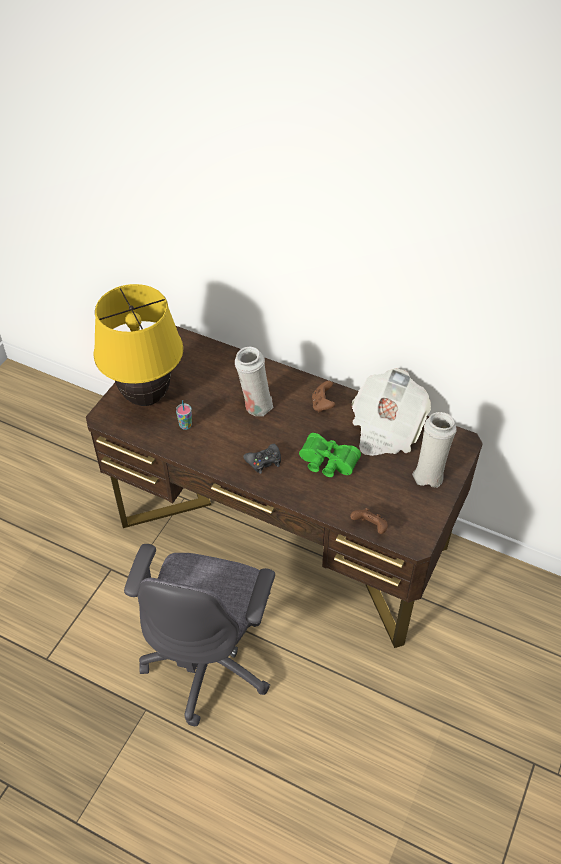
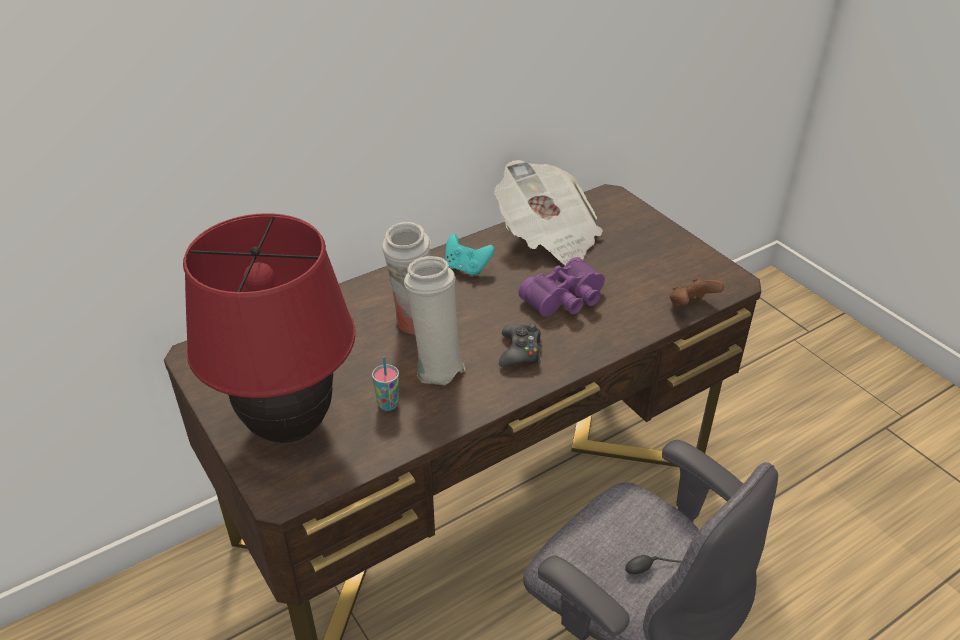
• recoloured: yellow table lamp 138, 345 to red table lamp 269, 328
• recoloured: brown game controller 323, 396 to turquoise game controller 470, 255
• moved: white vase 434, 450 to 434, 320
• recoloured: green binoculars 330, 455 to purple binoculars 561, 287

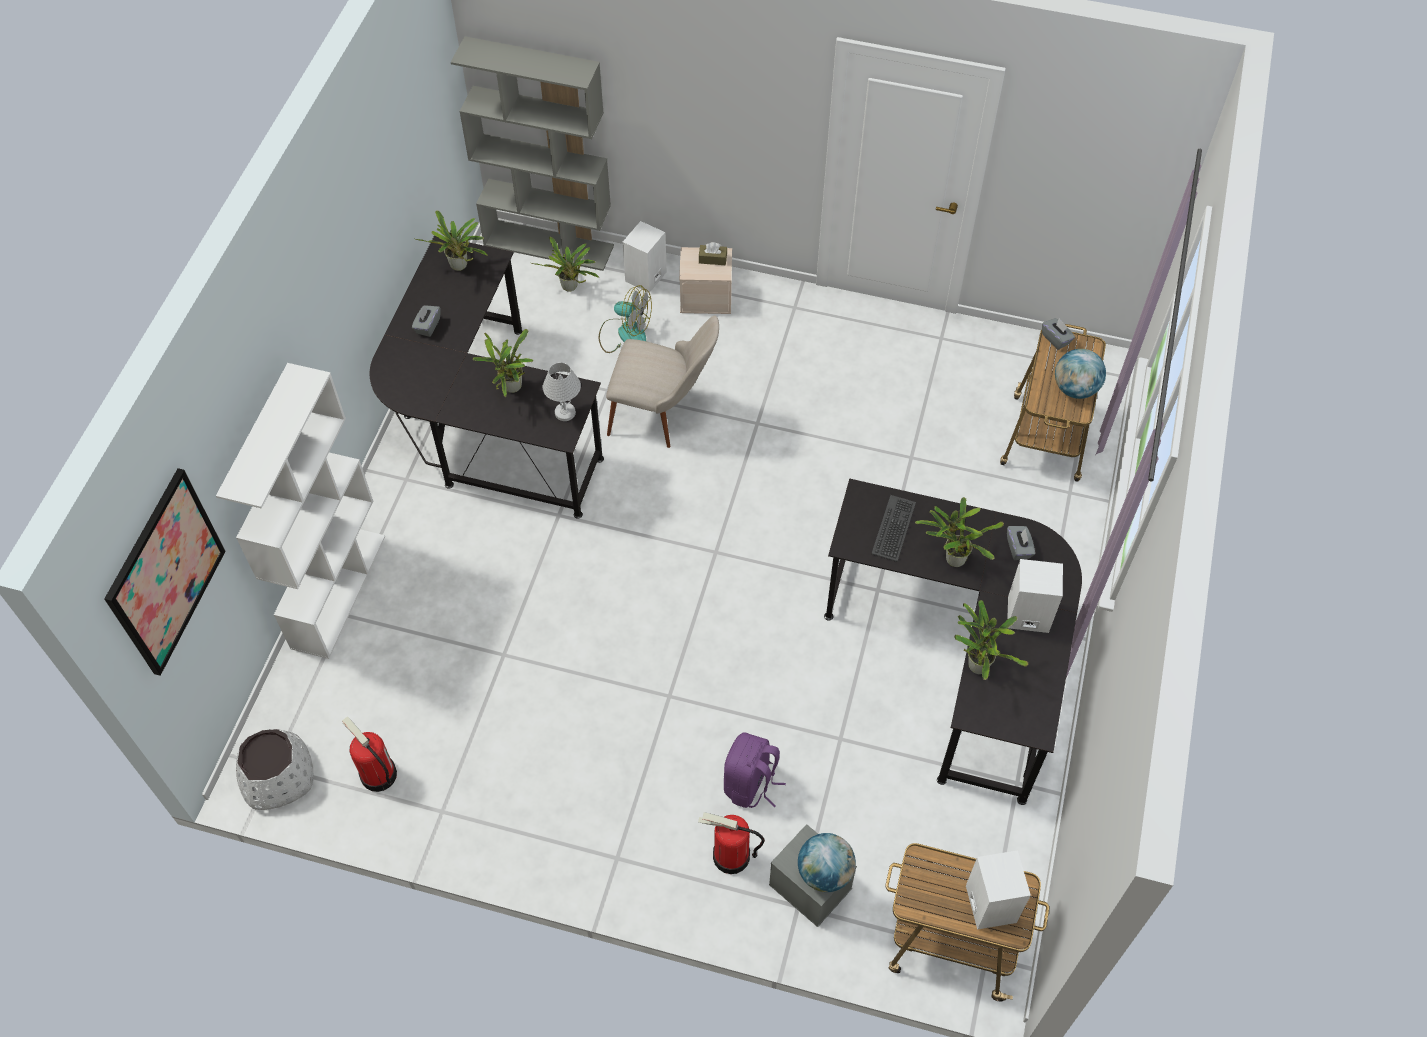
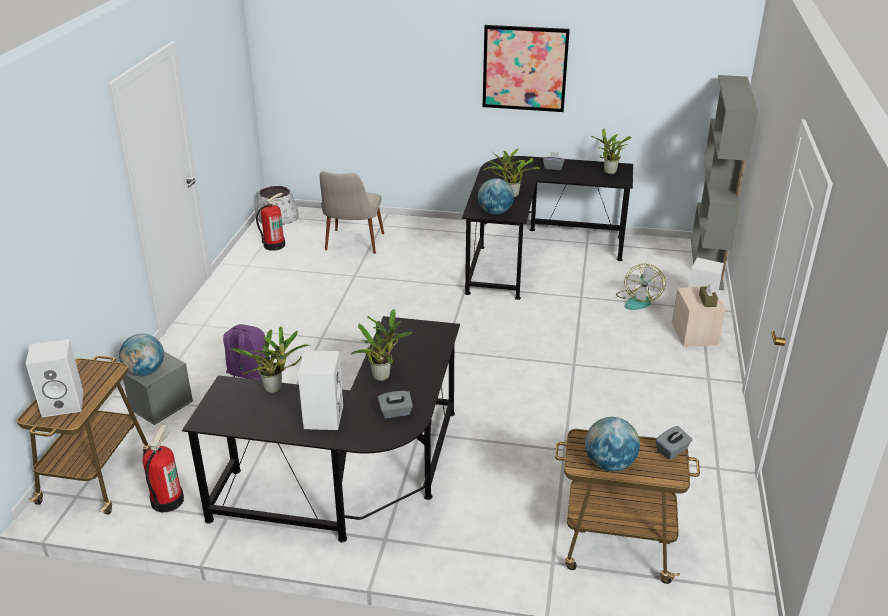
• removed: potted plant 565, 264
• moved: beige chair 662, 382 to 352, 212
• replaced: white table lamp 562, 391 to globe 496, 196
• removed: white bookcase 300, 511
• moved: picture 165, 572 to 526, 68
• removed: keyboard 893, 528
• moved: fire extinguisher 731, 843 to 163, 468

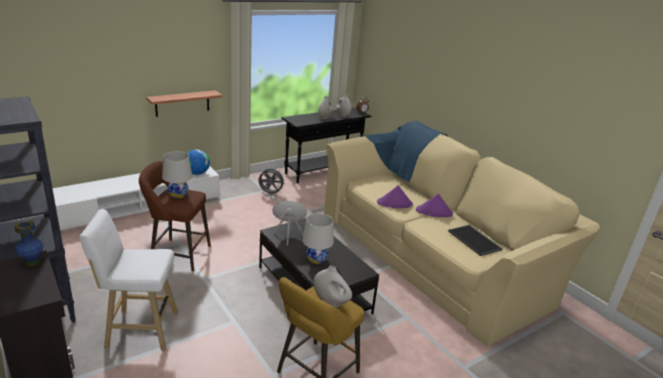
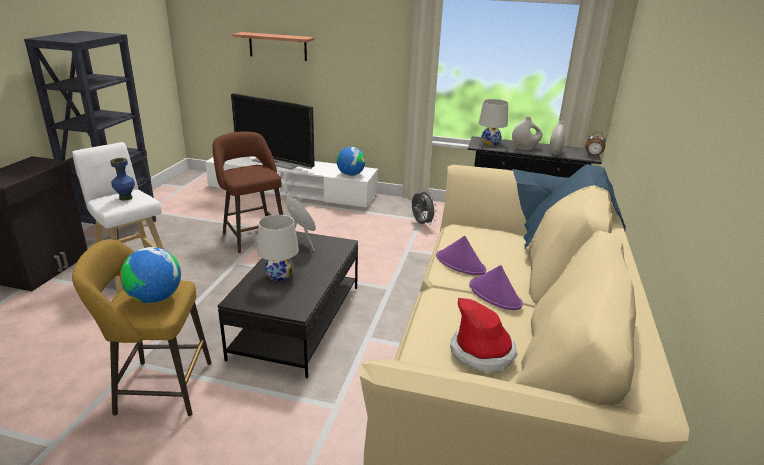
• moved: shelf 184, 103 to 273, 46
• moved: white table lamp 177, 174 to 493, 122
• moved: blue vase 28, 243 to 122, 179
• replaced: tray 475, 240 to hat 484, 335
• replaced: white vase 333, 286 to globe 150, 275
• added: television 273, 131

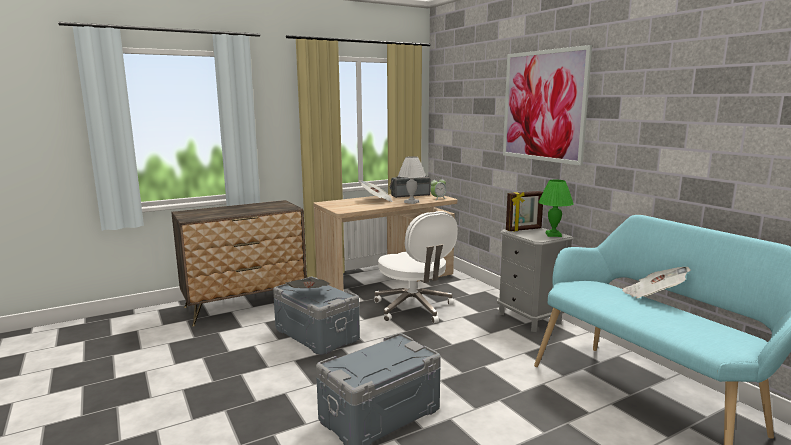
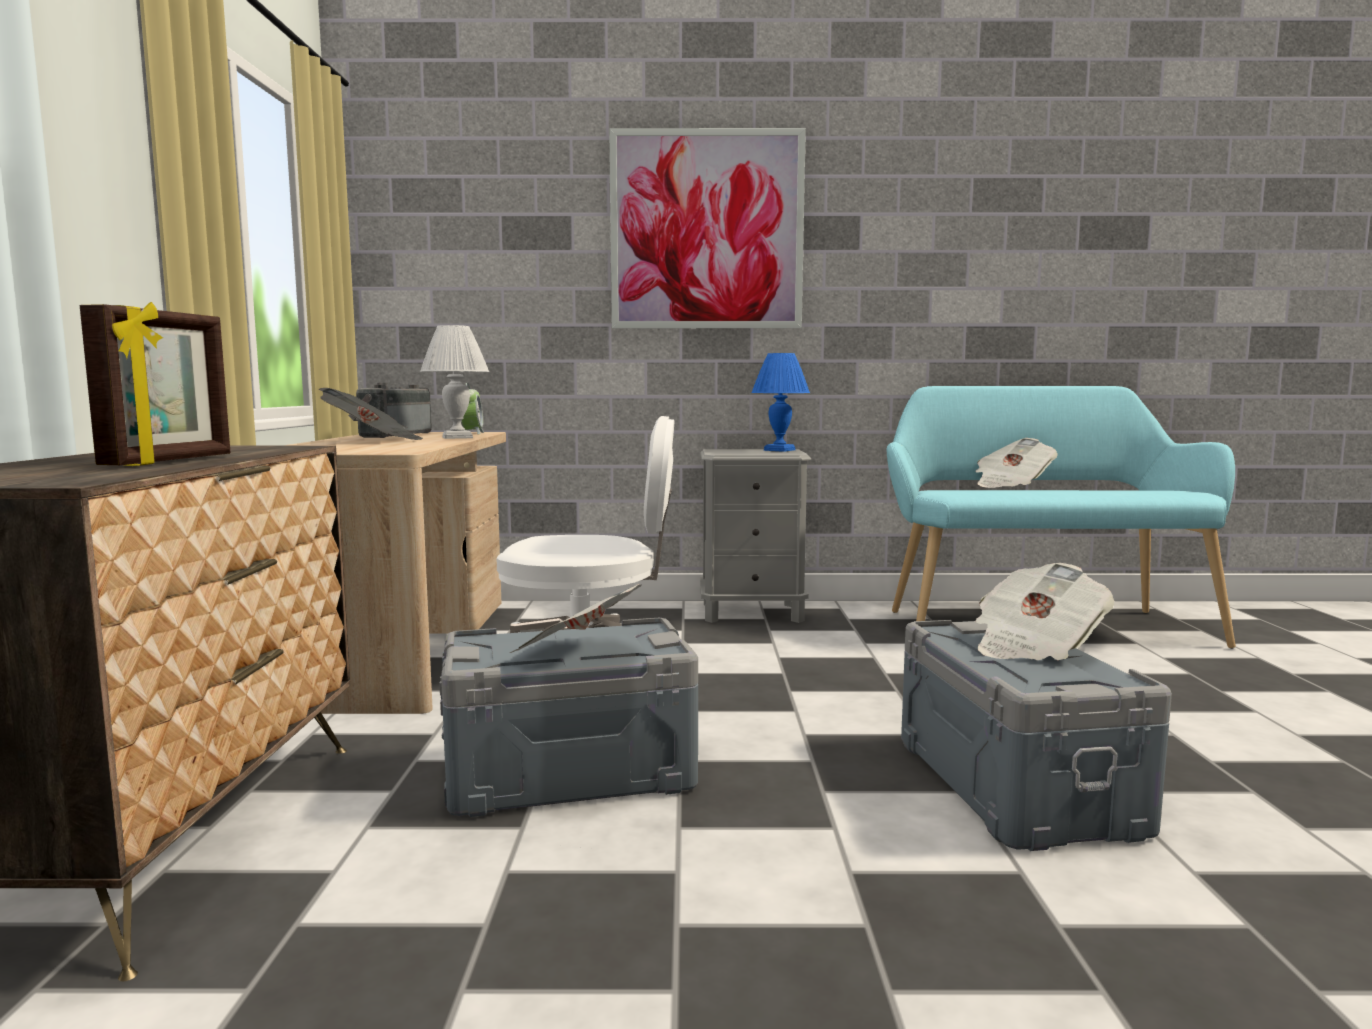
• recoloured: green table lamp 556, 208 to blue table lamp 780, 402
• moved: picture frame 524, 211 to 155, 384
• added: newspaper 1044, 611

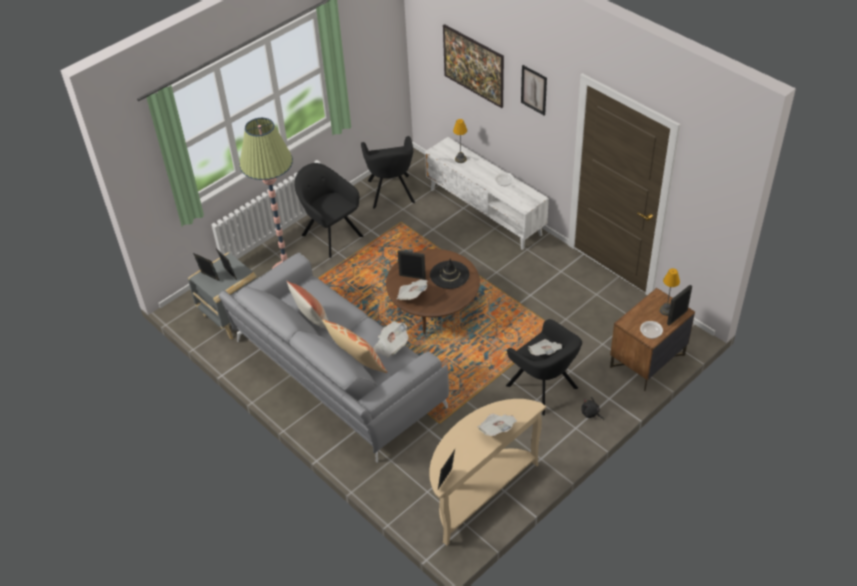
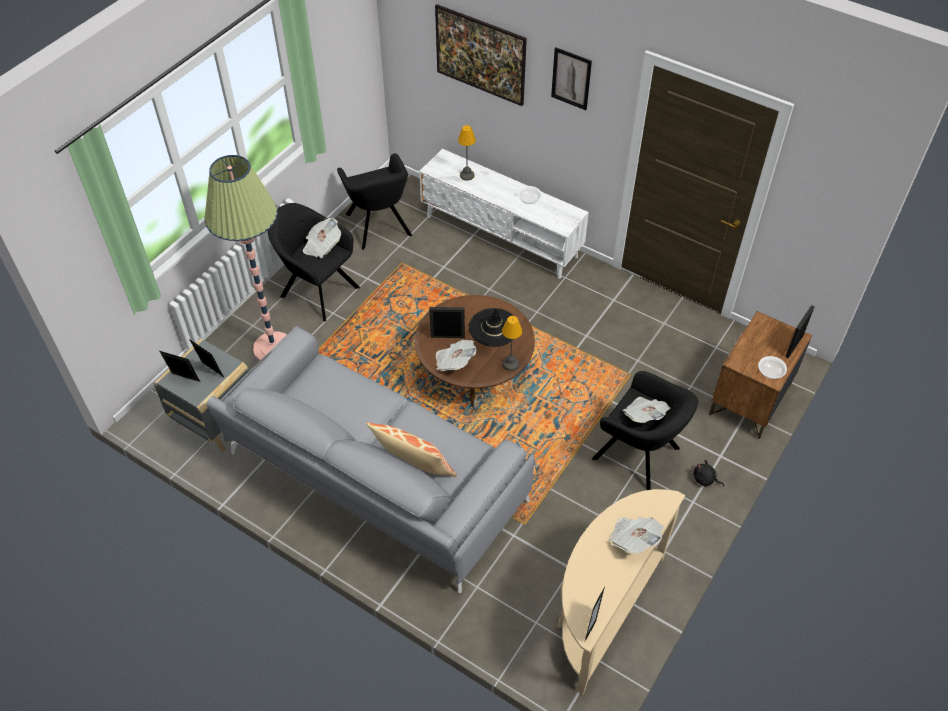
• moved: table lamp 669, 292 to 512, 343
• removed: pillow 307, 305
• moved: newspaper 390, 339 to 322, 238

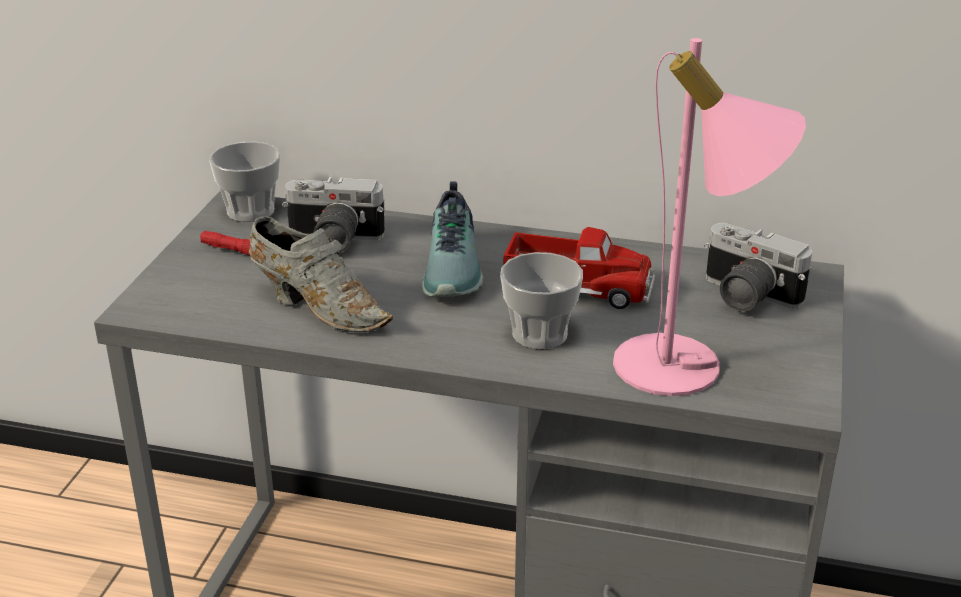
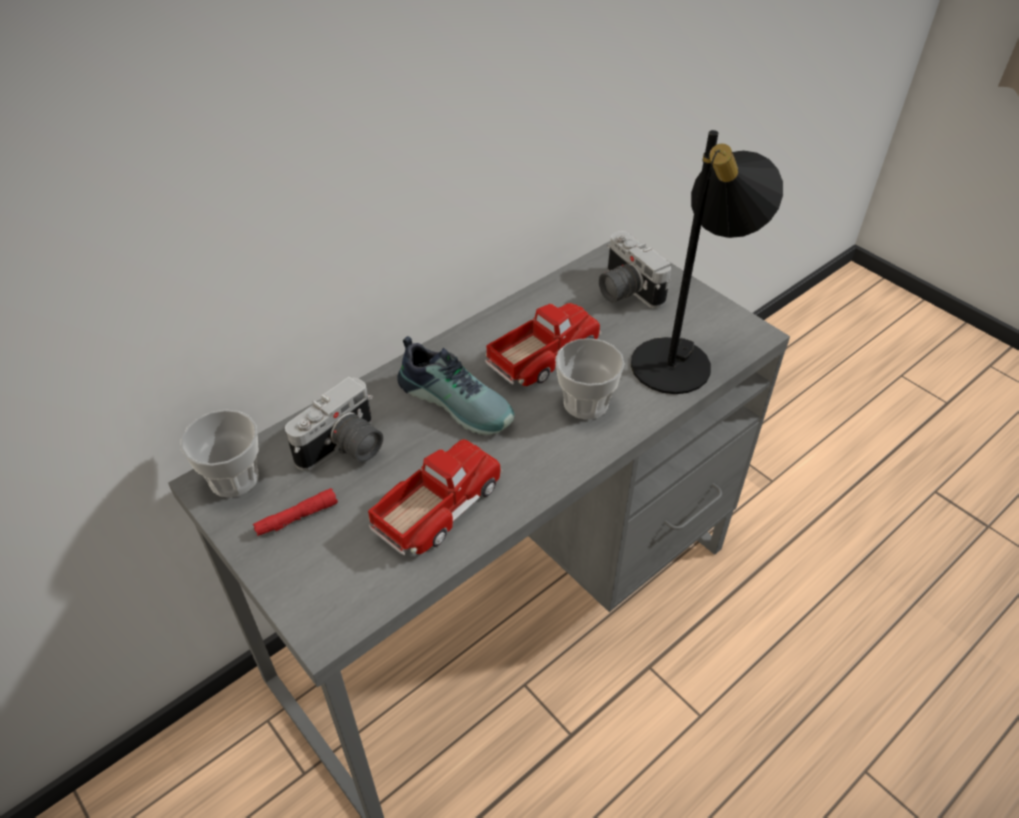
• recoloured: pink table lamp 709, 217 to black table lamp 707, 262
• replaced: grey shoe 321, 274 to toy truck 435, 497
• turned: photo camera 758, 267 = 635, 270 75 degrees clockwise

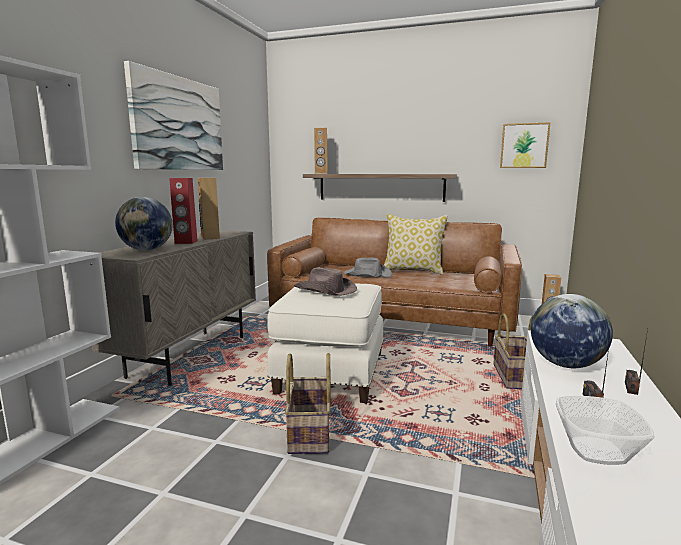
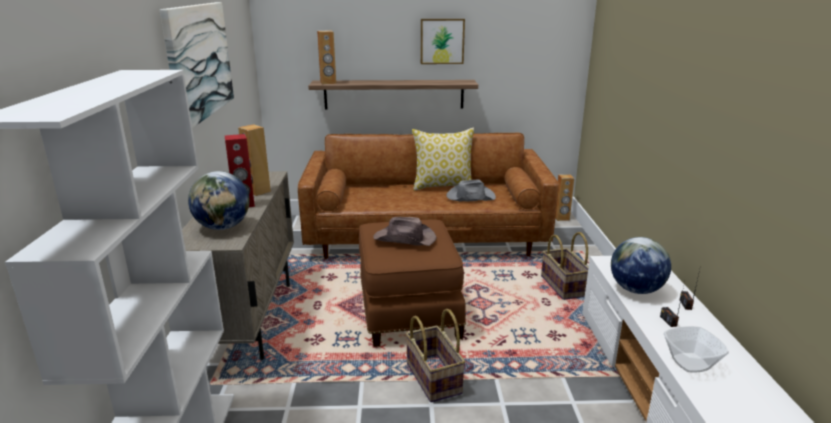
• moved: picture 525, 145 to 443, 41
• moved: grey hat 368, 268 to 471, 190
• recoloured: white ottoman 325, 343 to brown ottoman 412, 283

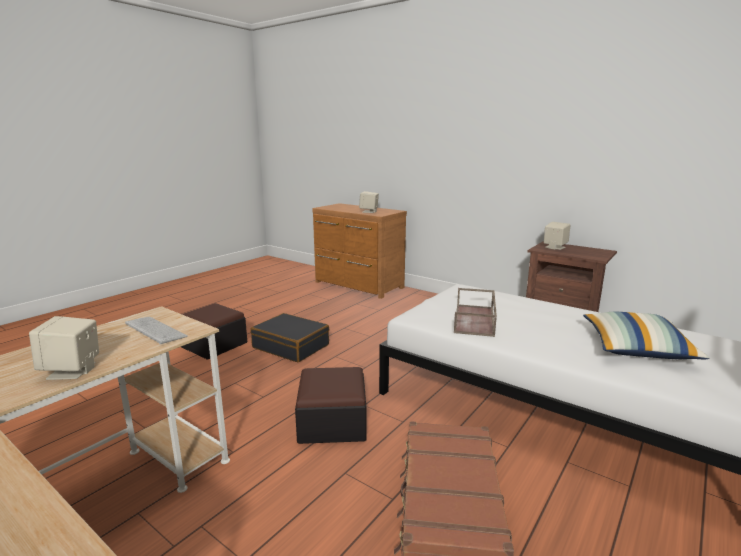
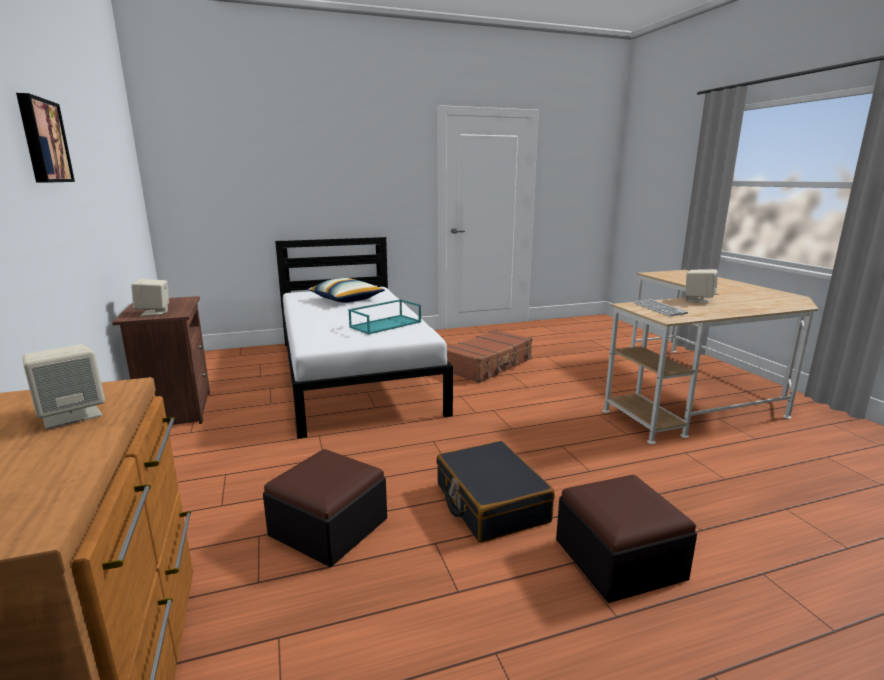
• recoloured: brown tray 475, 312 to turquoise tray 384, 317
• moved: ottoman 331, 405 to 325, 508
• added: picture 45, 138

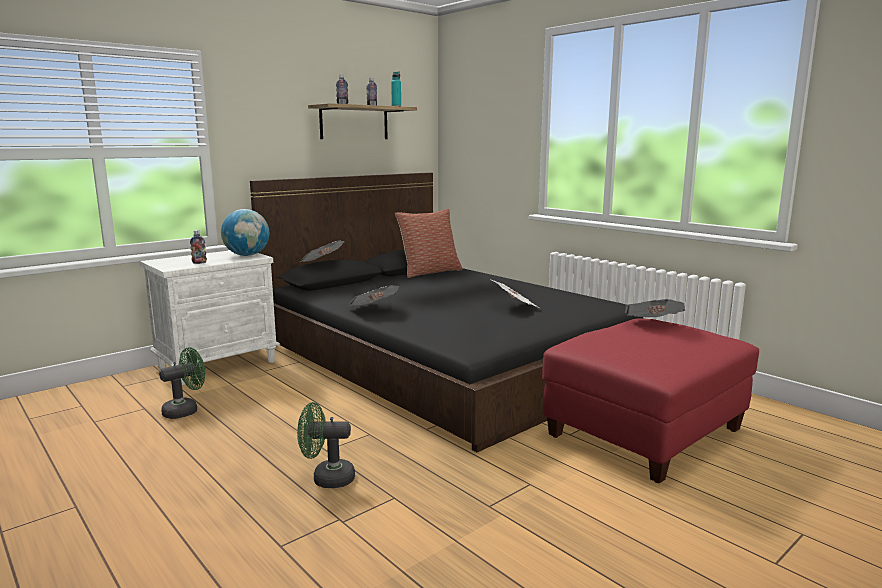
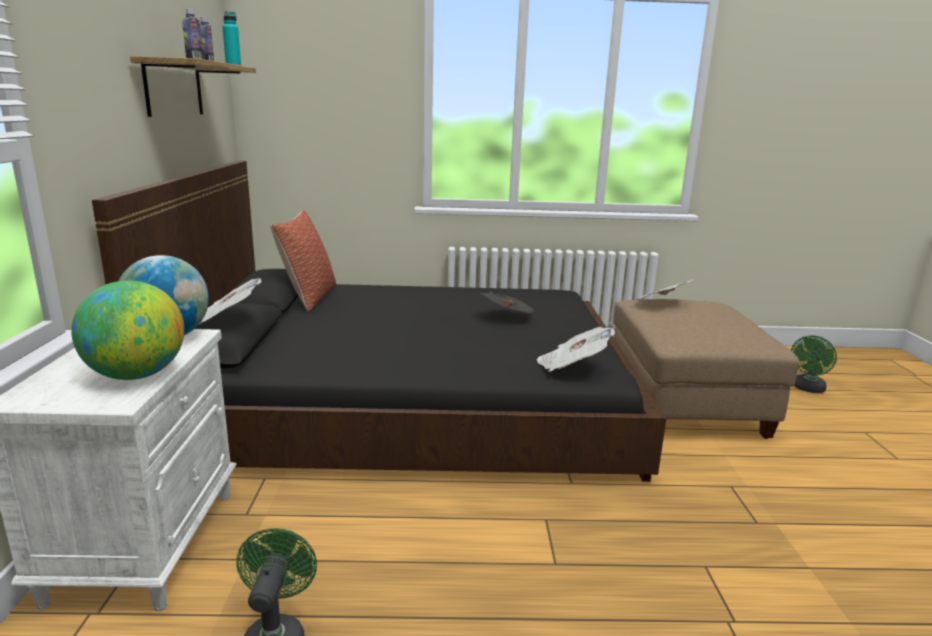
• replaced: bottle 198, 247 to globe 127, 330
• moved: newspaper 374, 295 to 576, 349
• recoloured: red ottoman 650, 400 to beige ottoman 706, 369
• moved: green fan 326, 445 to 814, 364

